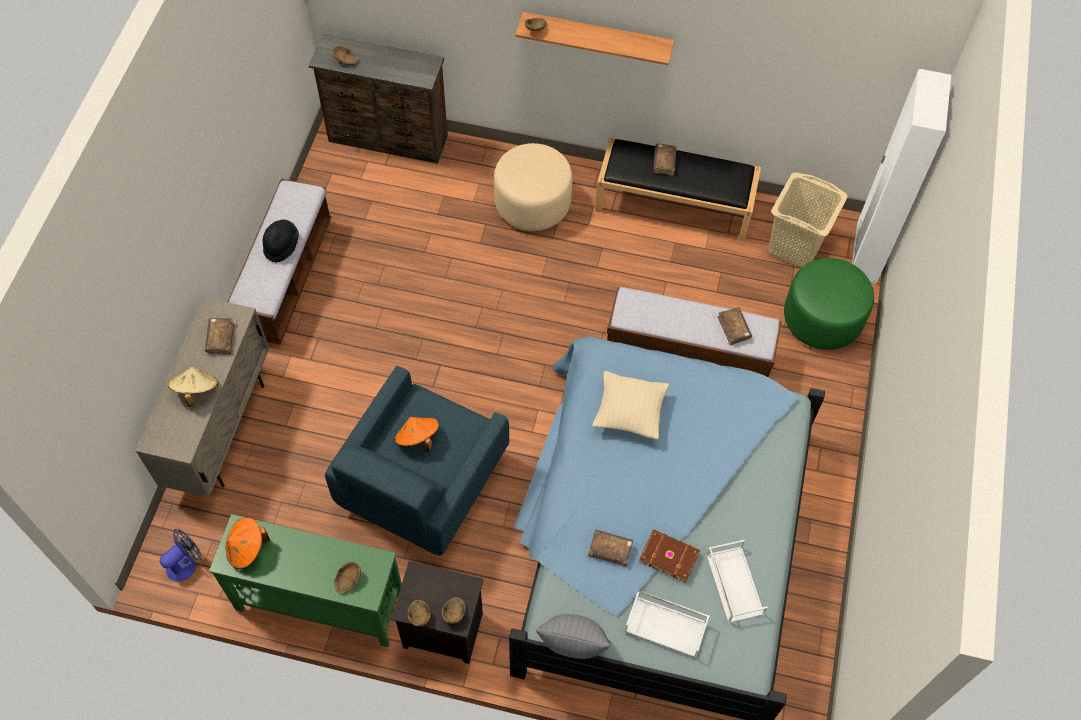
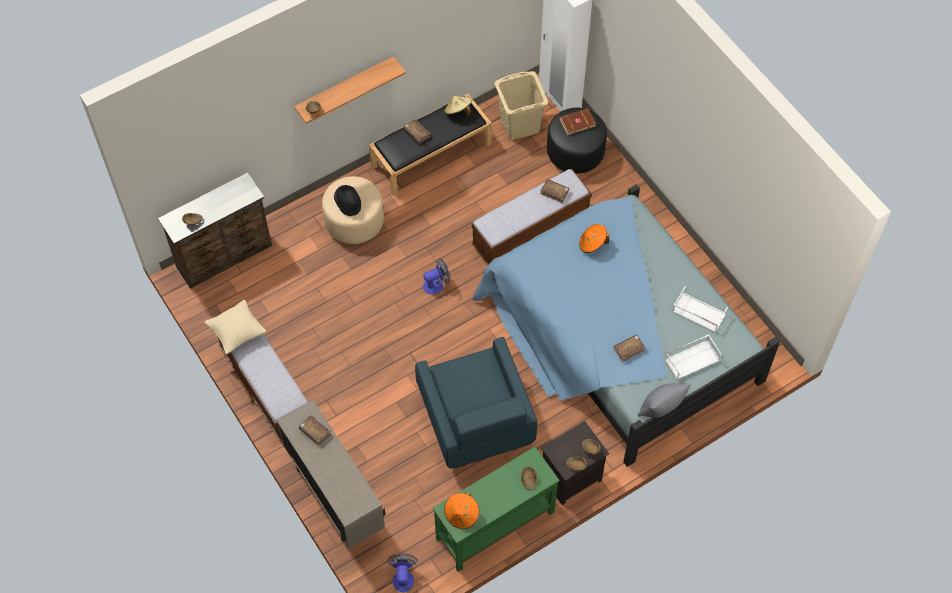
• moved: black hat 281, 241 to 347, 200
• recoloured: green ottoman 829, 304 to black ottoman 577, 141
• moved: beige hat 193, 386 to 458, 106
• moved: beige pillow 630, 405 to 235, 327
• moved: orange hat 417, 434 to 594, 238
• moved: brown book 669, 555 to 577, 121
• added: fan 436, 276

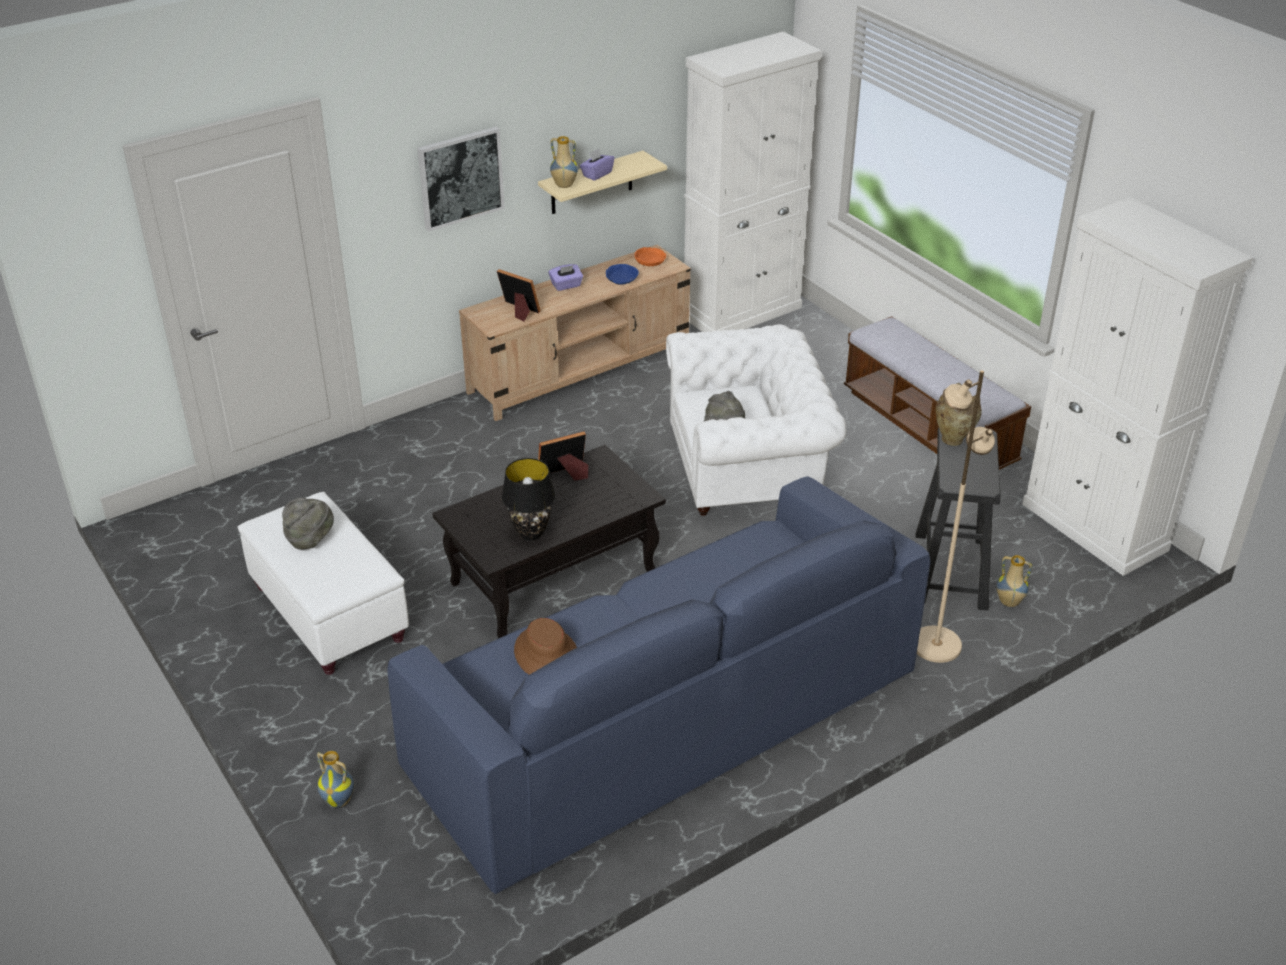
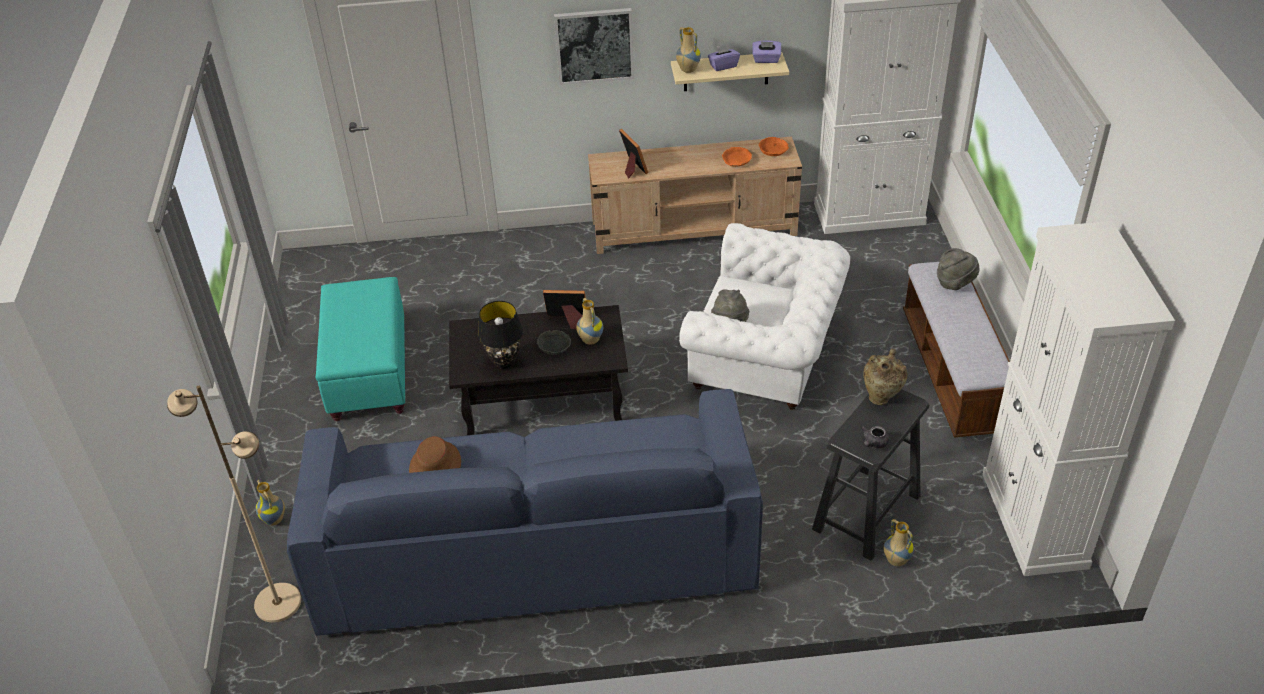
• moved: purple tissue box 565, 277 to 766, 51
• recoloured: blue bowl 622, 274 to orange bowl 737, 157
• moved: beige floor lamp 956, 516 to 234, 504
• recoloured: white ottoman 323, 583 to turquoise ottoman 360, 349
• moved: grey hat 308, 524 to 958, 269
• added: vase 589, 321
• added: grey bowl 554, 342
• added: grey teapot 875, 437

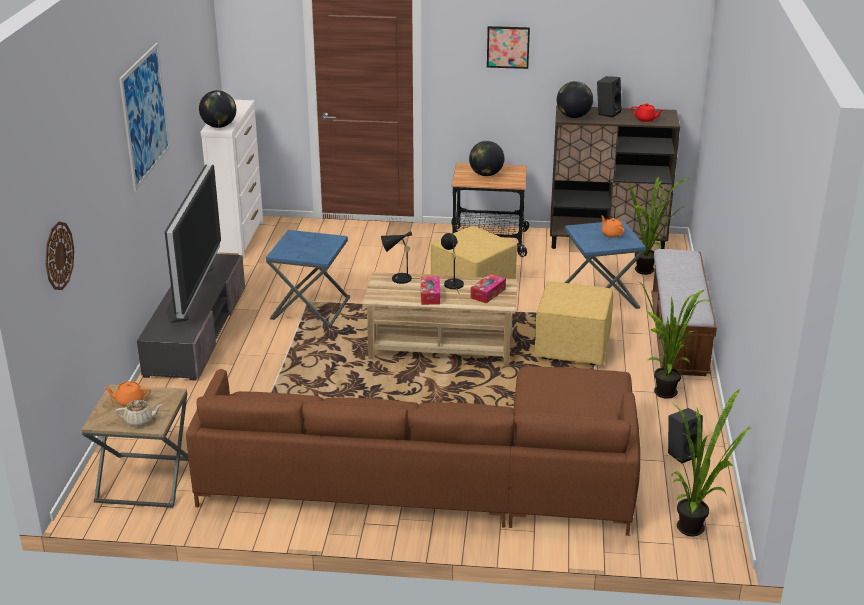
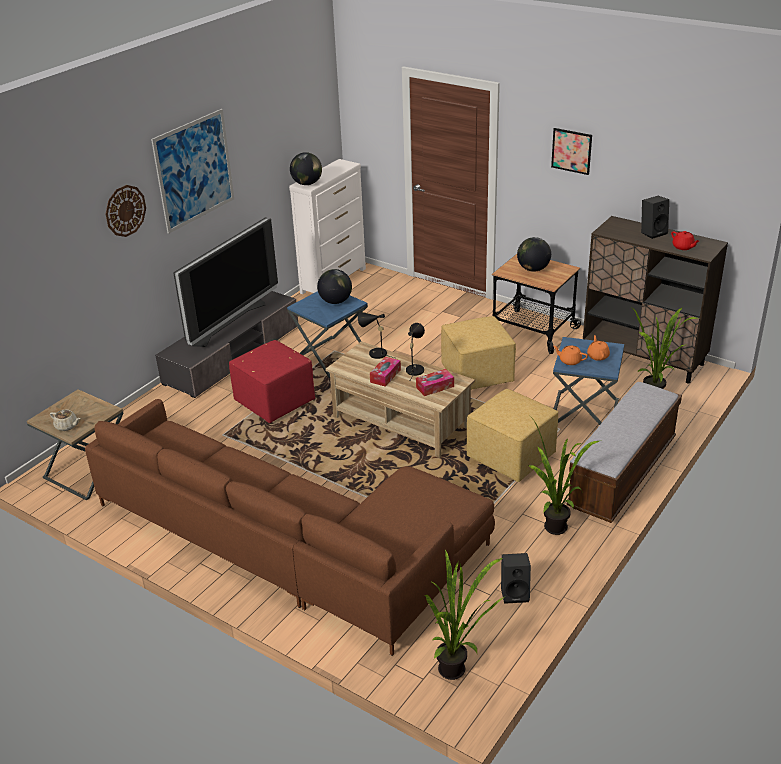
• moved: globe 575, 99 to 334, 286
• moved: wall clock 59, 255 to 126, 211
• moved: orange teapot 127, 394 to 570, 355
• added: red ottoman 272, 381

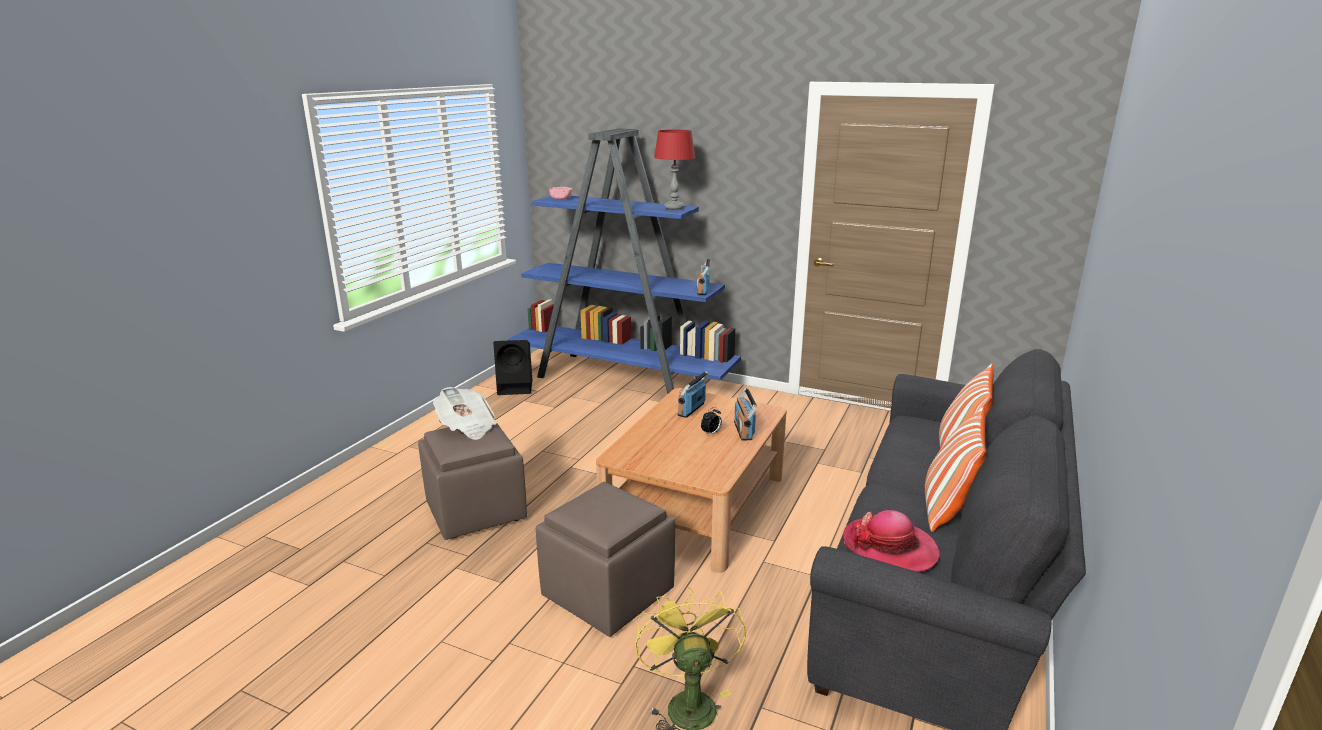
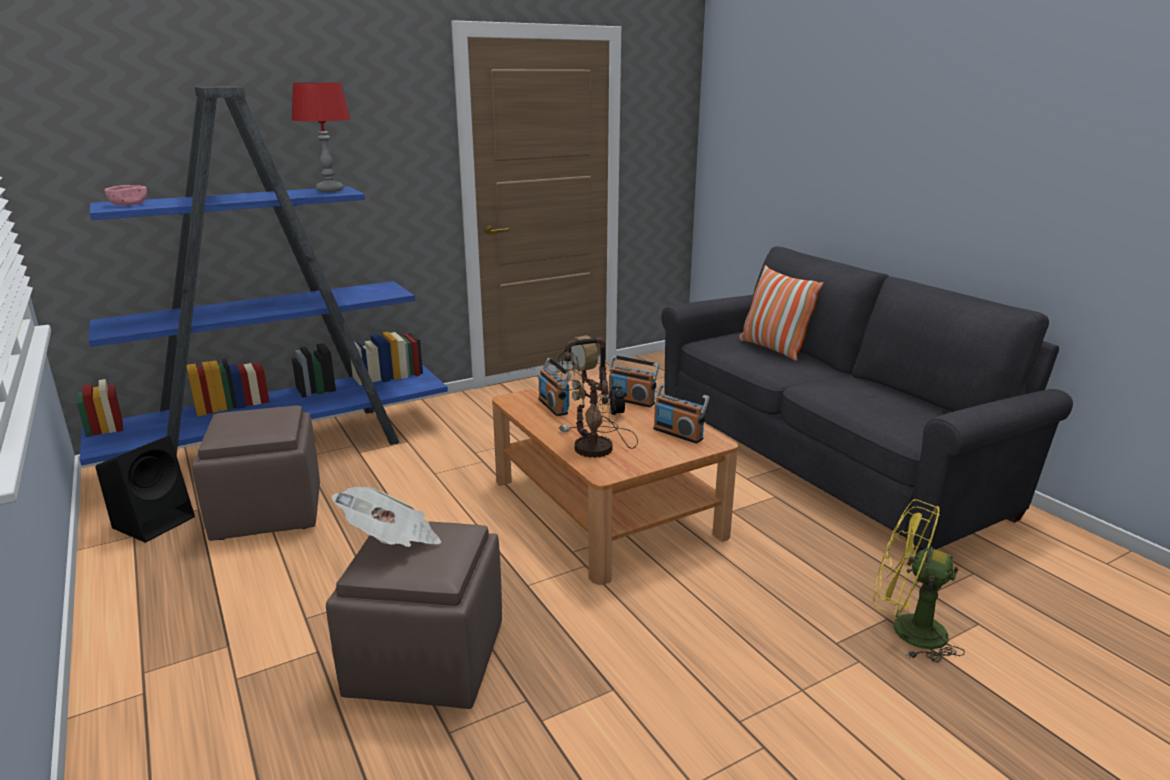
• moved: radio 703, 276 to 681, 412
• removed: pillow 956, 469
• moved: brown ottoman 605, 559 to 256, 473
• removed: hat 891, 541
• added: table lamp 596, 396

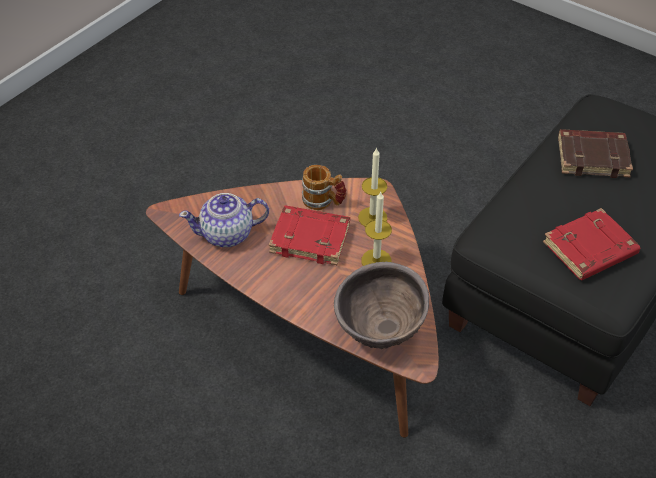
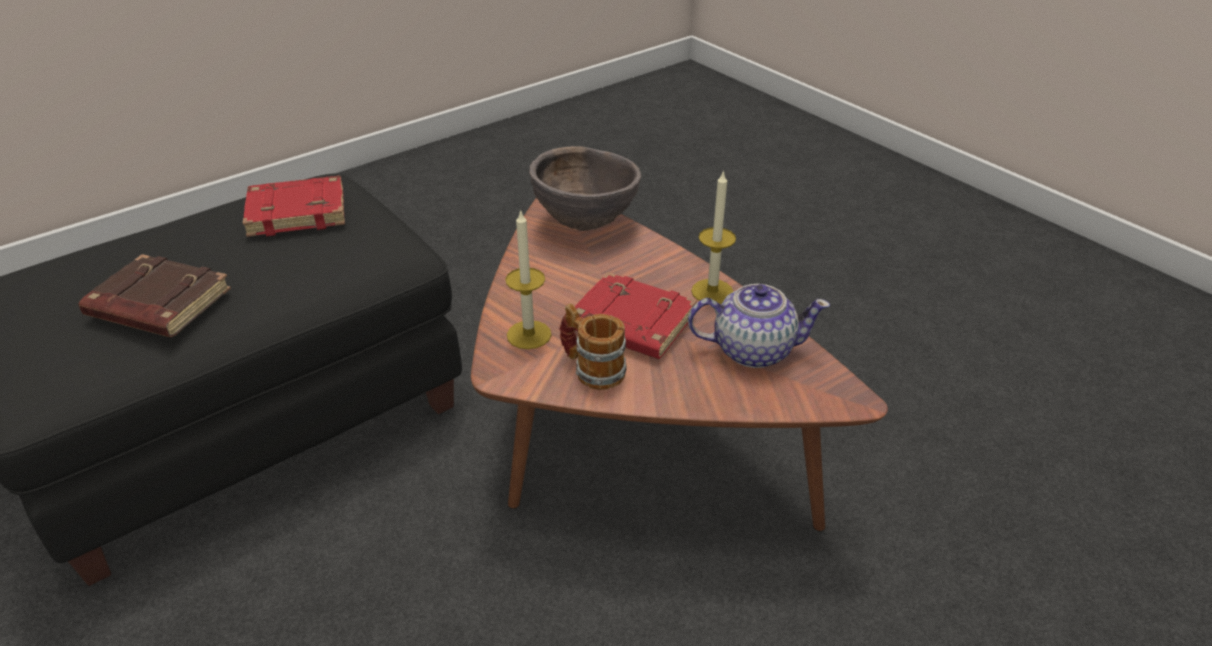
• moved: candle 376, 229 to 713, 237

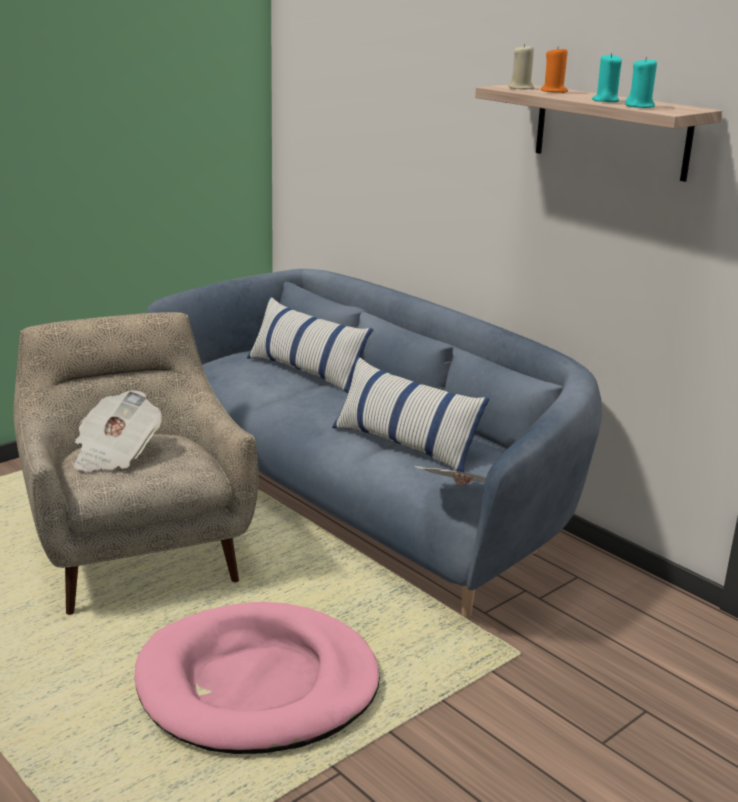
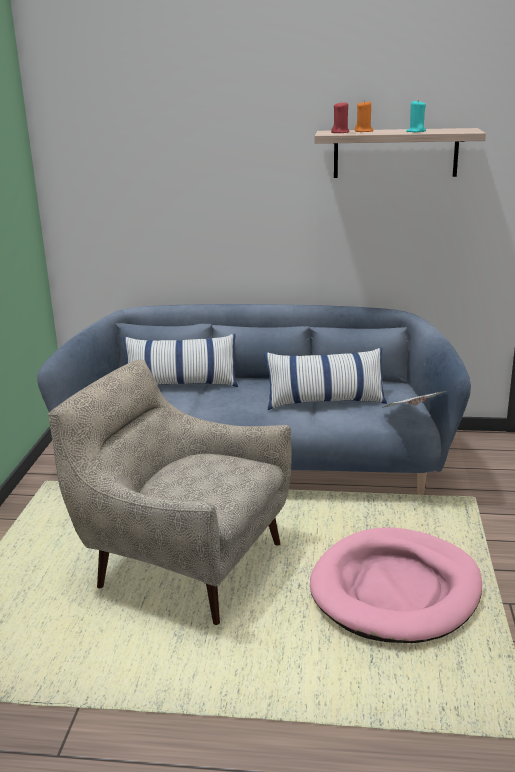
• recoloured: beige candle 521, 66 to red candle 340, 117
• removed: turquoise candle 641, 82
• removed: newspaper 118, 430

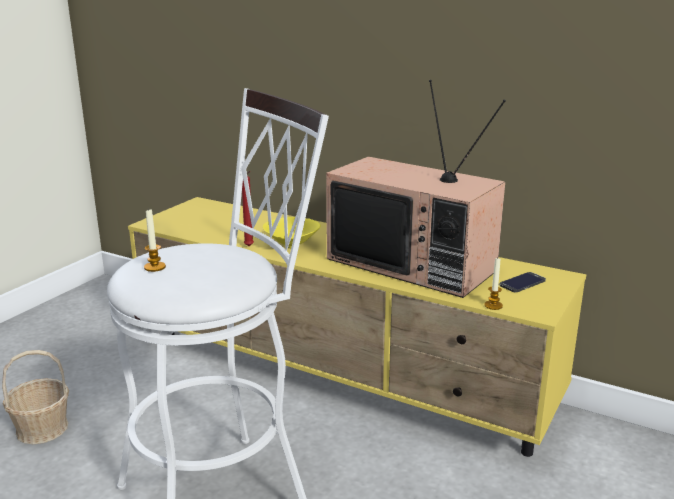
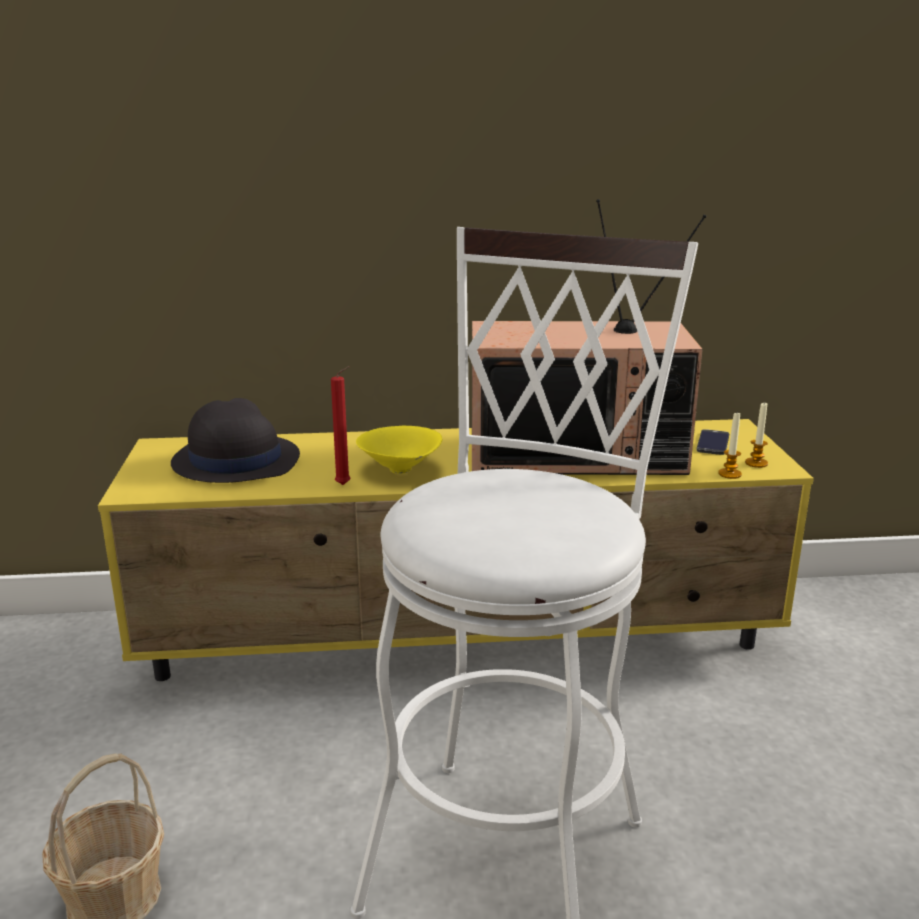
• moved: candle 155, 240 to 756, 434
• added: black hat 235, 440

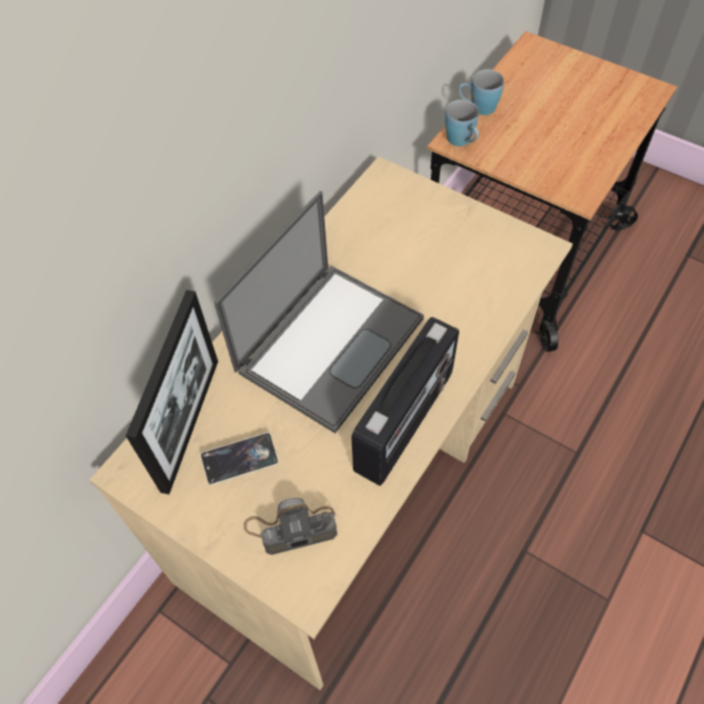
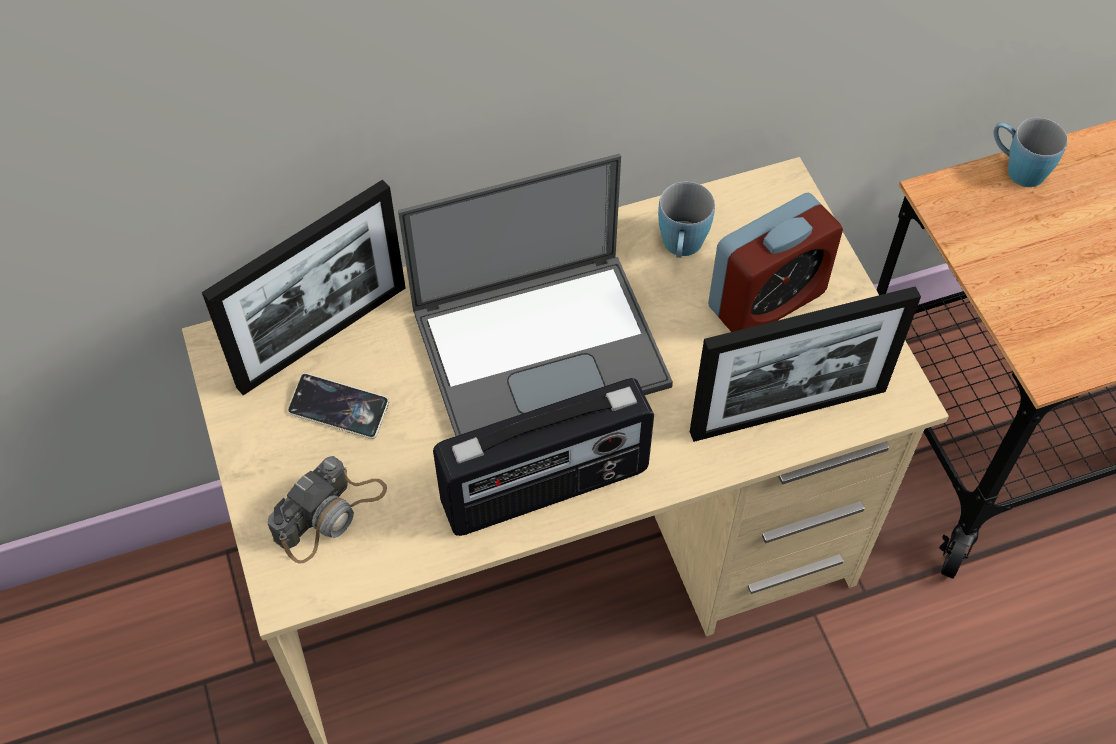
• moved: blue mug 462, 123 to 686, 220
• turned: photo camera 291, 526 = 327, 510 105 degrees clockwise
• added: alarm clock 775, 262
• added: picture frame 805, 364

